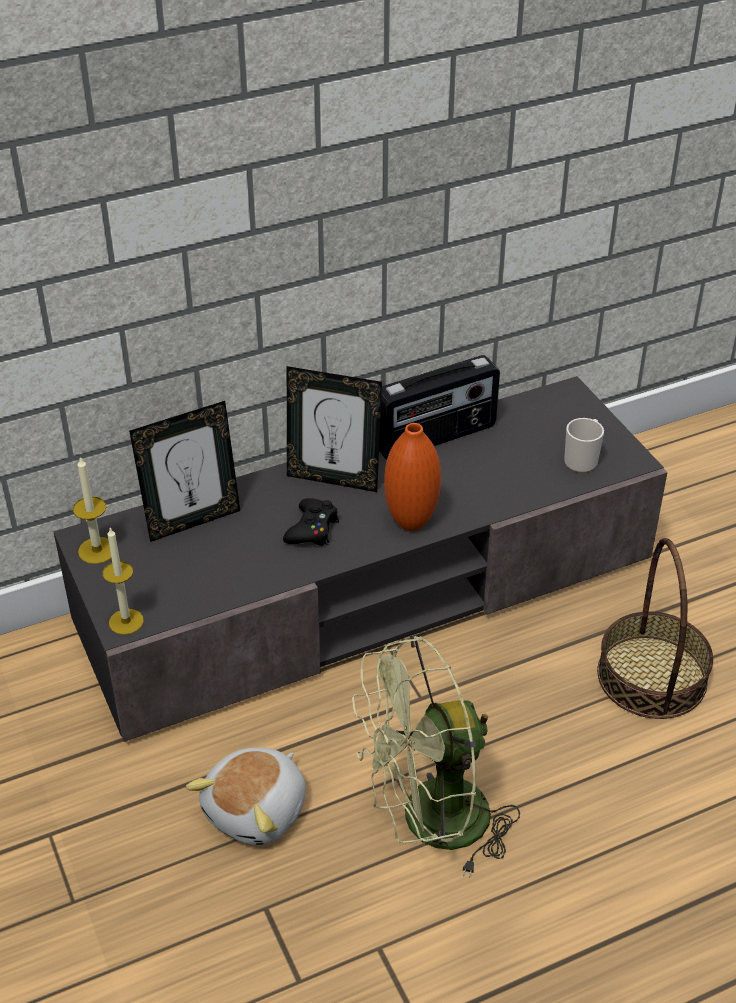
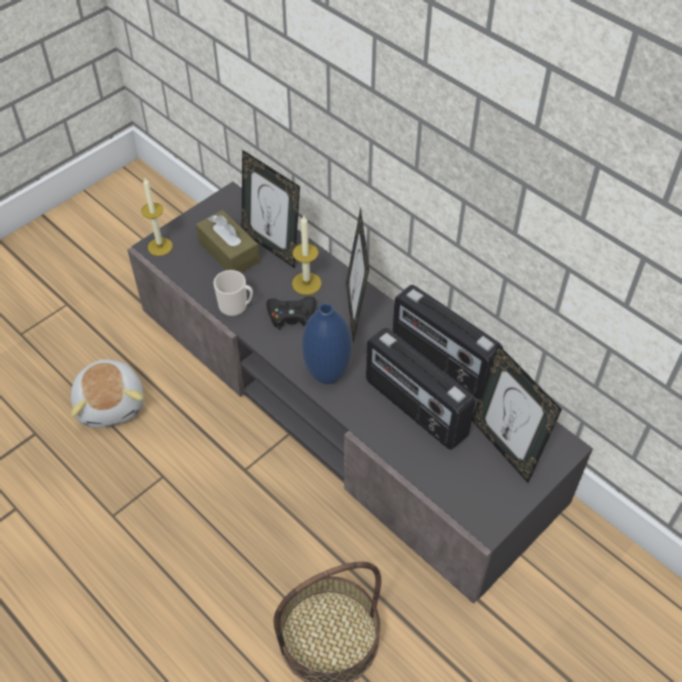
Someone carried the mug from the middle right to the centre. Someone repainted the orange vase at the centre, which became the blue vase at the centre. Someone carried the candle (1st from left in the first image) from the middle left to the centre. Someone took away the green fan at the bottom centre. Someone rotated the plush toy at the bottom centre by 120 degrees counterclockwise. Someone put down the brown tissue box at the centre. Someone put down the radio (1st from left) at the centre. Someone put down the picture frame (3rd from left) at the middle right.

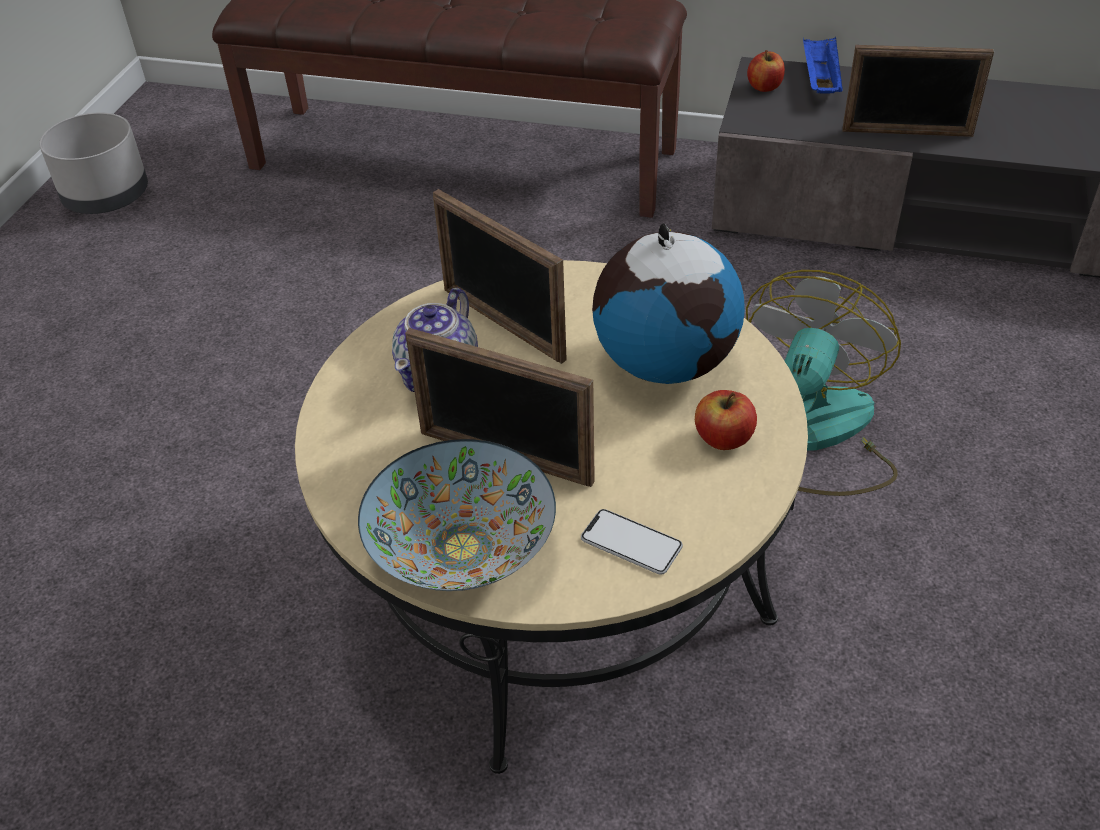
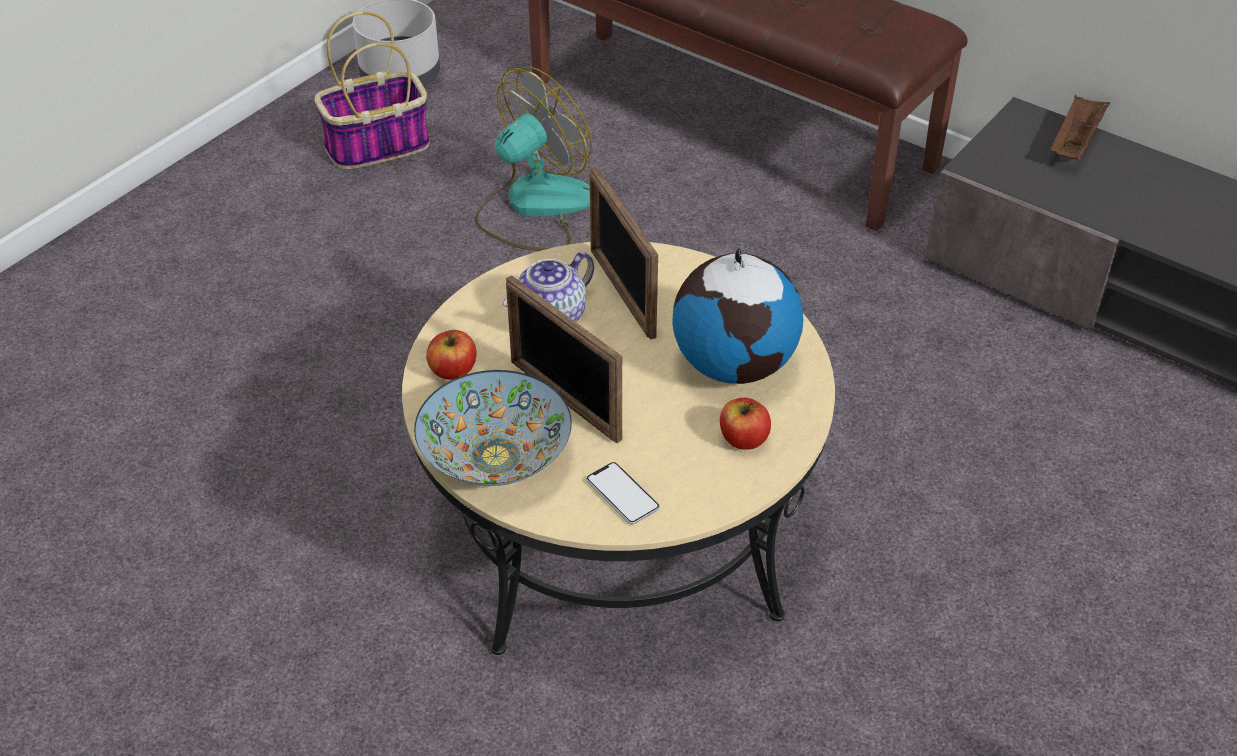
Someone repainted the blue tray at the top right, which became the brown tray at the top right. Someone took away the picture frame (3rd from left) at the top right. Someone carried the apple (2nd from left in the first image) from the top right to the centre. Someone carried the fan from the middle right to the top centre. Someone put down the basket at the top left.

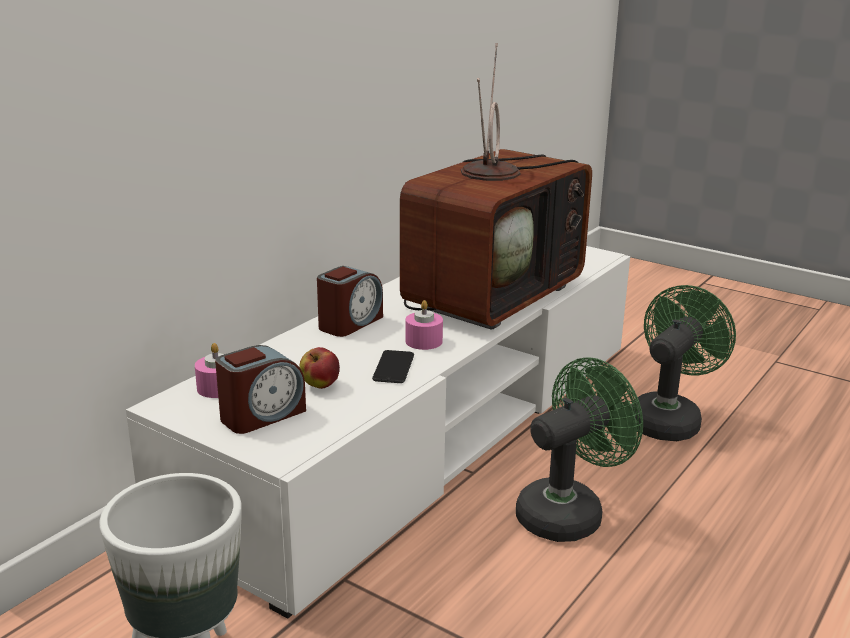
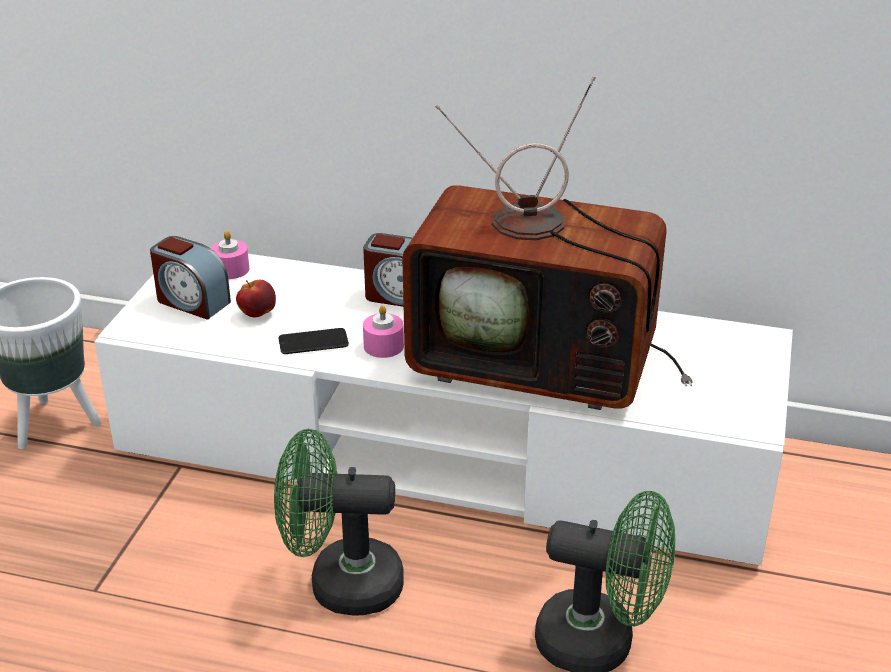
Someone rotated the green fan (1st from left) at the bottom right by 150 degrees clockwise.

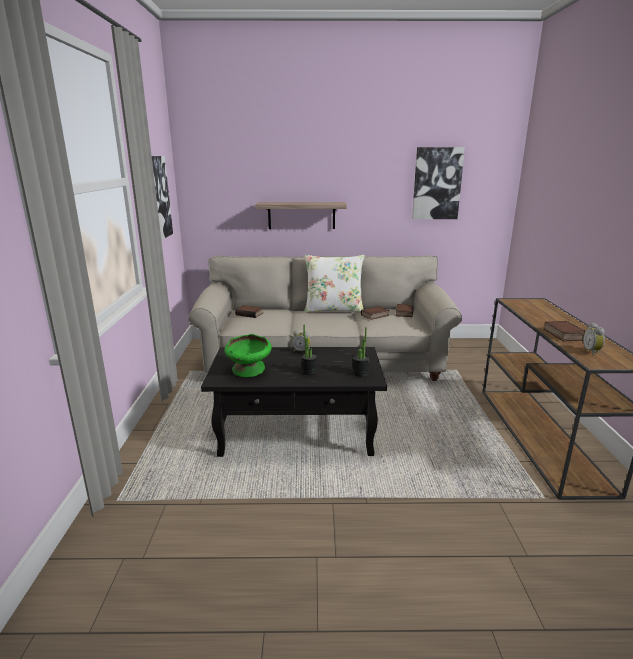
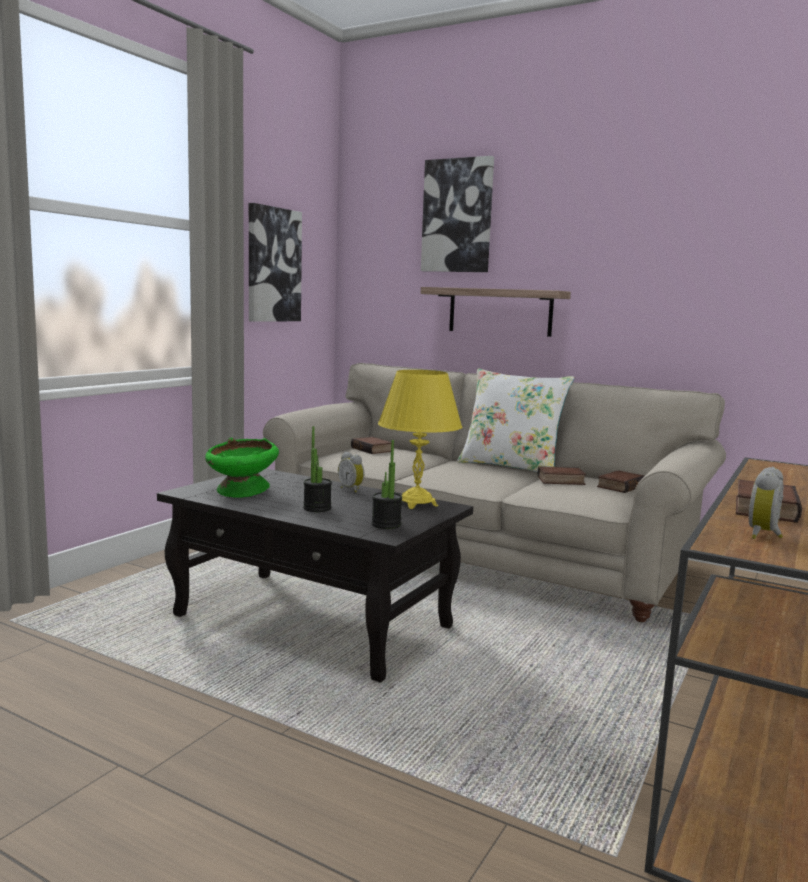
Someone carried the picture (2nd from left) from the top right to the top centre. Someone put down the yellow table lamp at the centre.

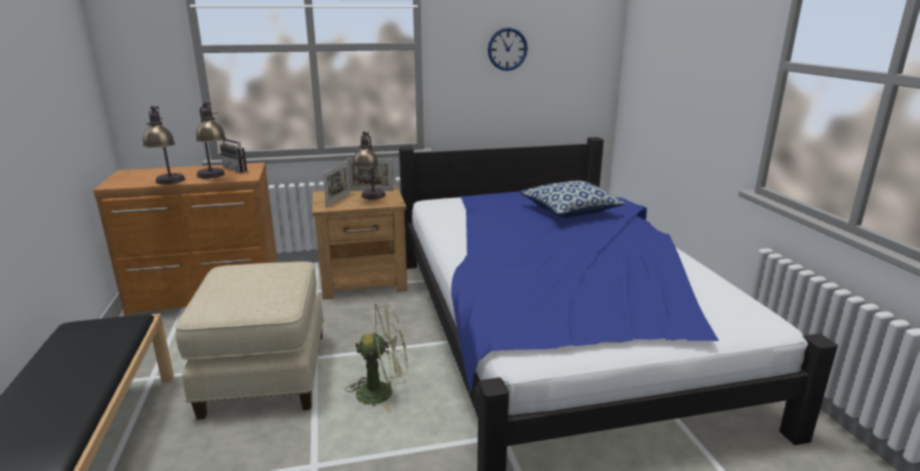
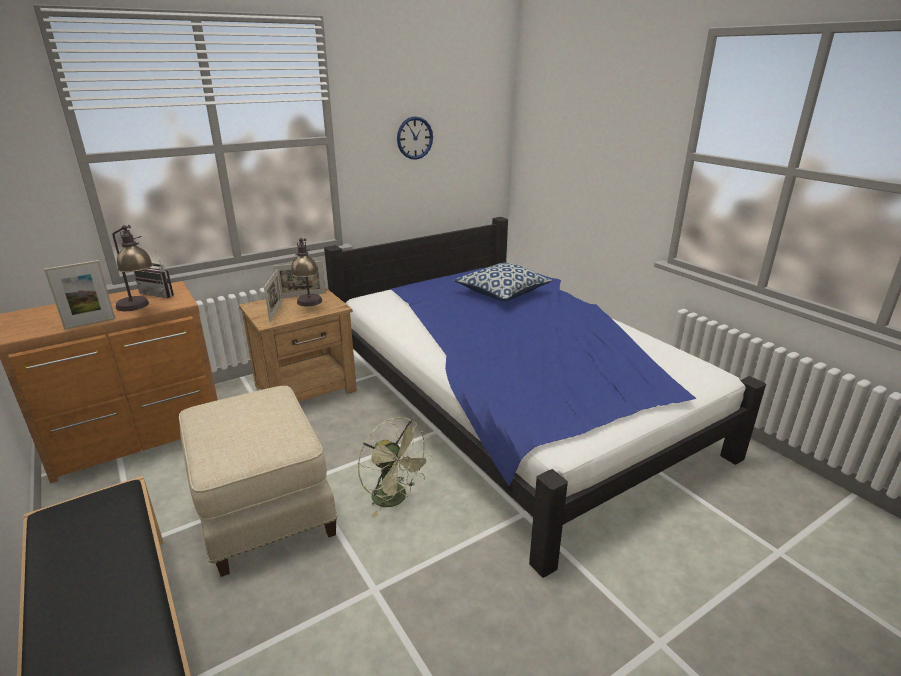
Someone swapped the table lamp (1st from left) at the top left for the picture frame (1st from left) at the middle left. Someone rotated the green fan at the bottom centre by 75 degrees clockwise.

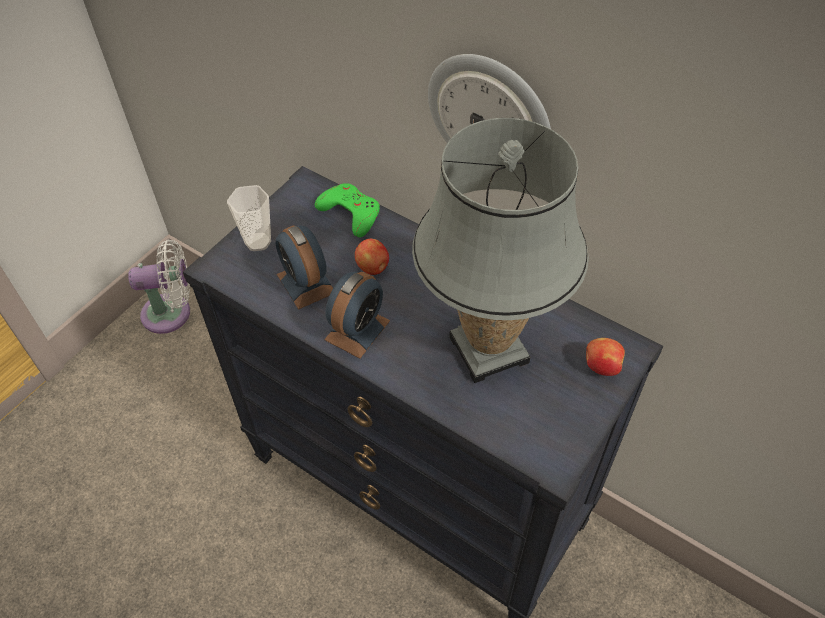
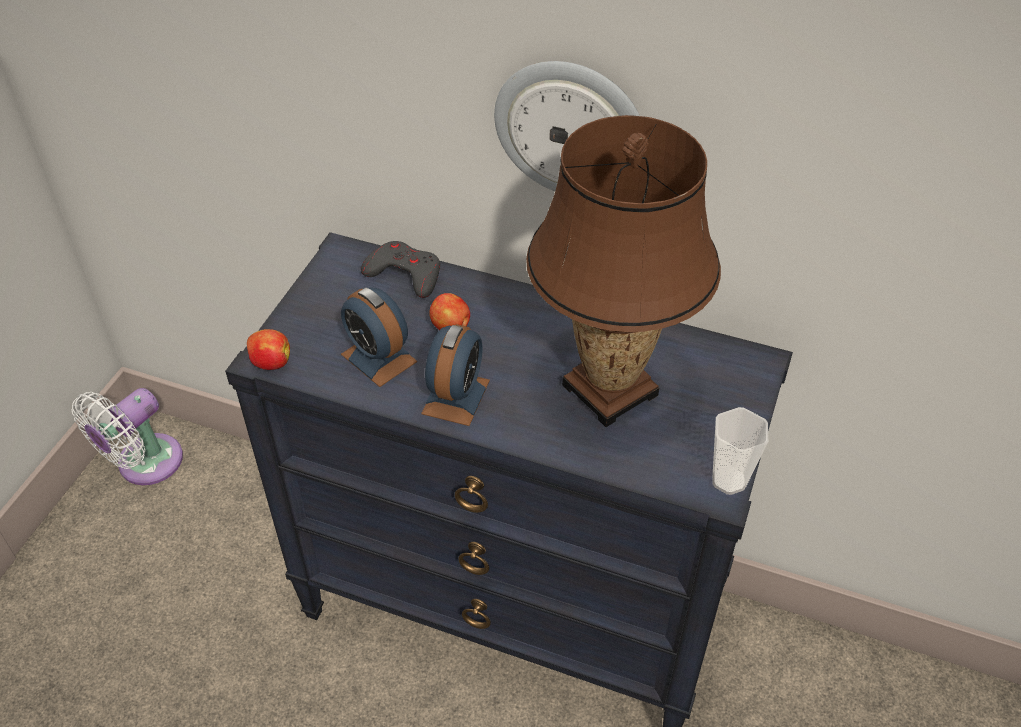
Someone repainted the grey table lamp at the centre, which became the brown table lamp at the centre. Someone repainted the green game controller at the centre, which became the grey game controller at the centre. Someone carried the cup from the middle left to the middle right. Someone rotated the white fan at the middle left by 150 degrees clockwise. Someone carried the apple (2nd from left in the first image) from the middle right to the middle left.

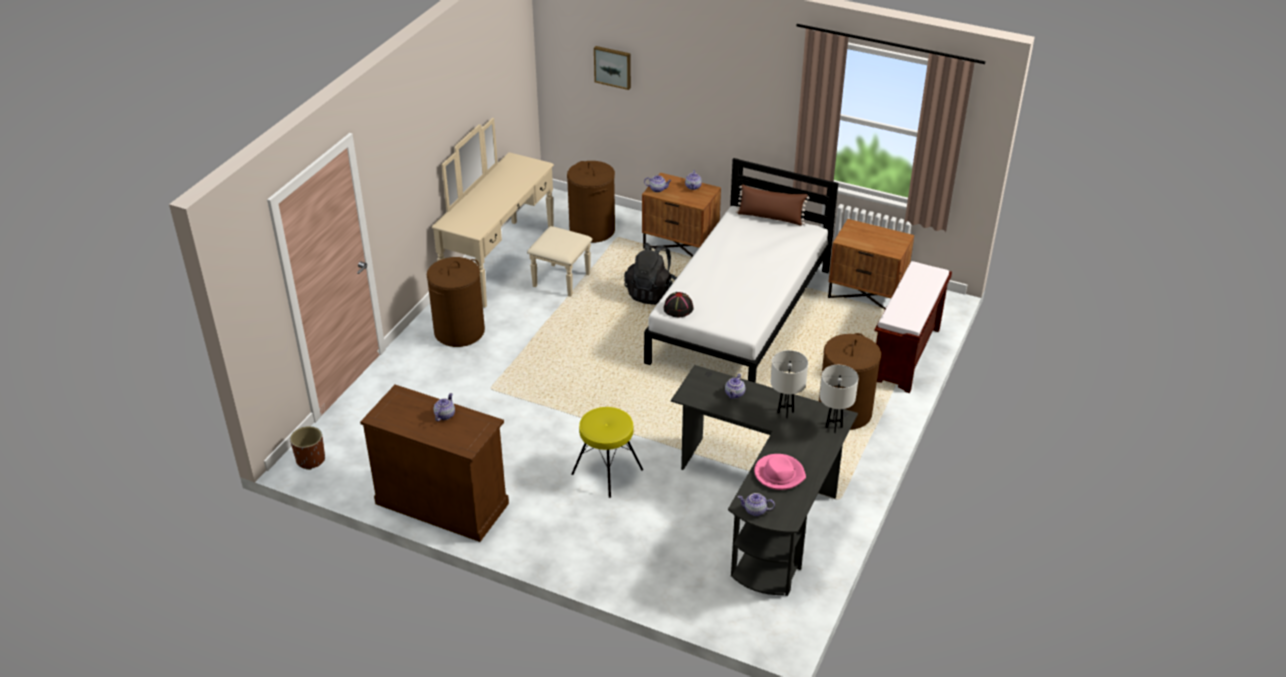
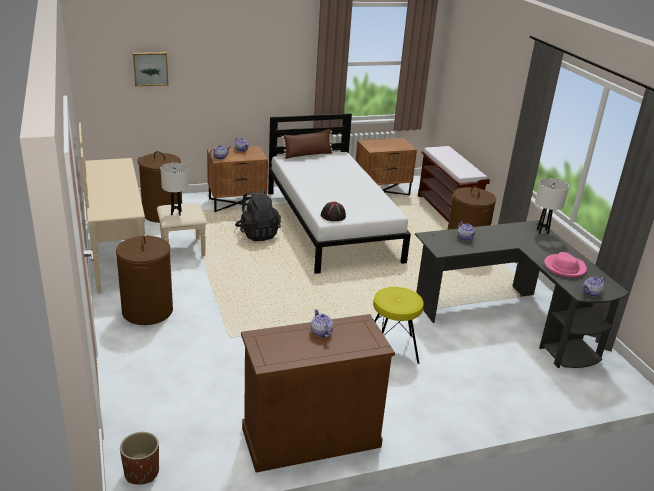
Someone carried the white table lamp (1st from left) from the centre to the middle left.

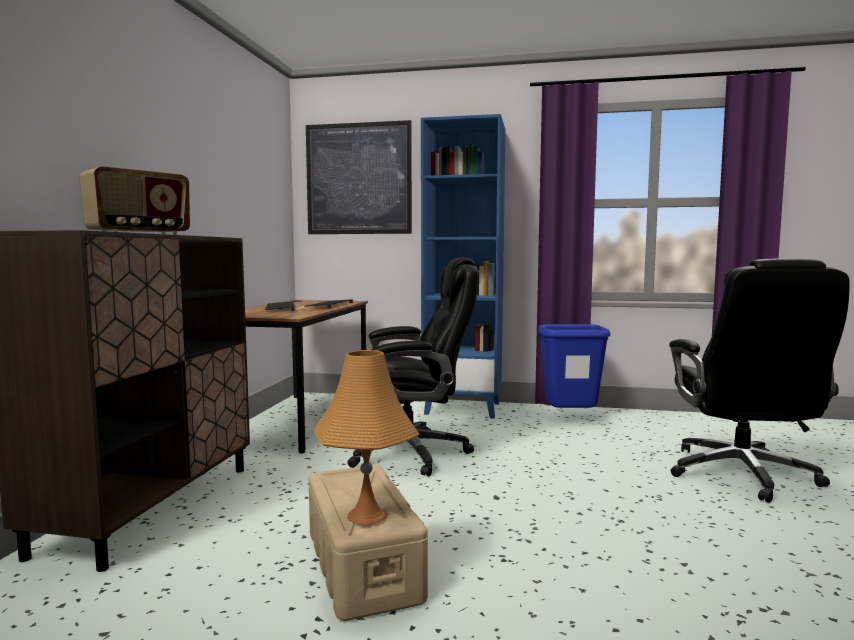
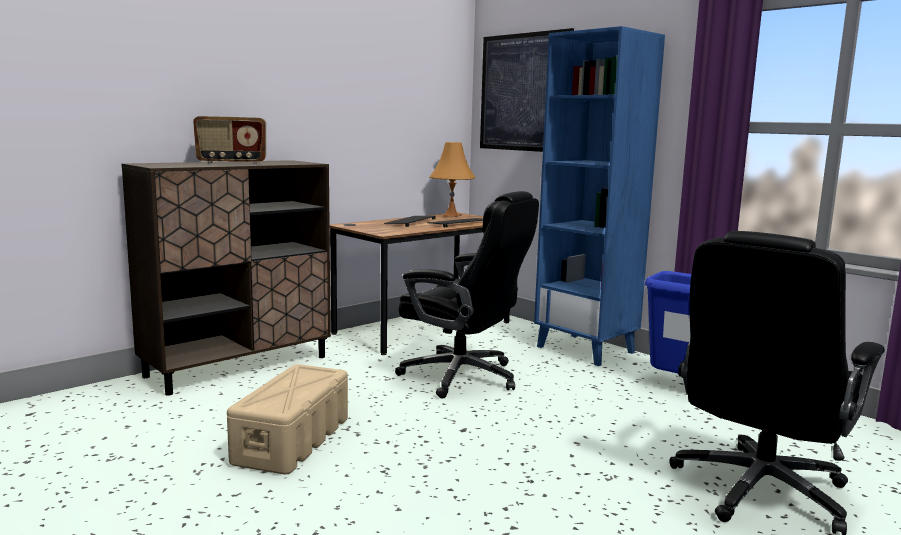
Someone carried the orange table lamp from the bottom centre to the centre.

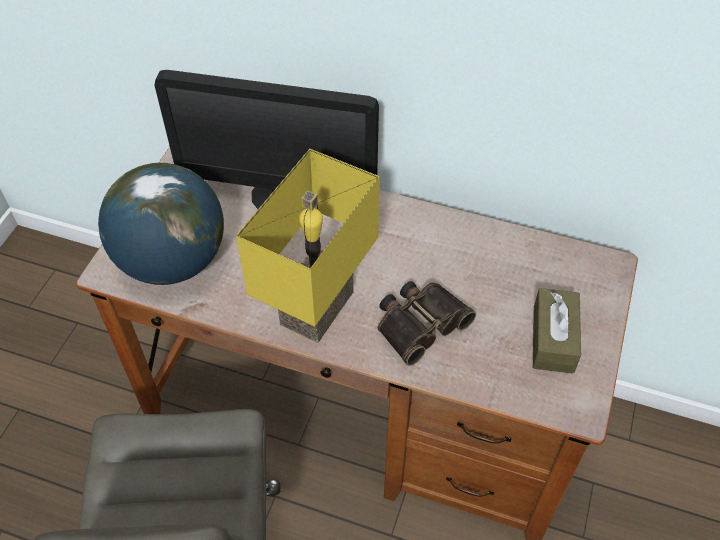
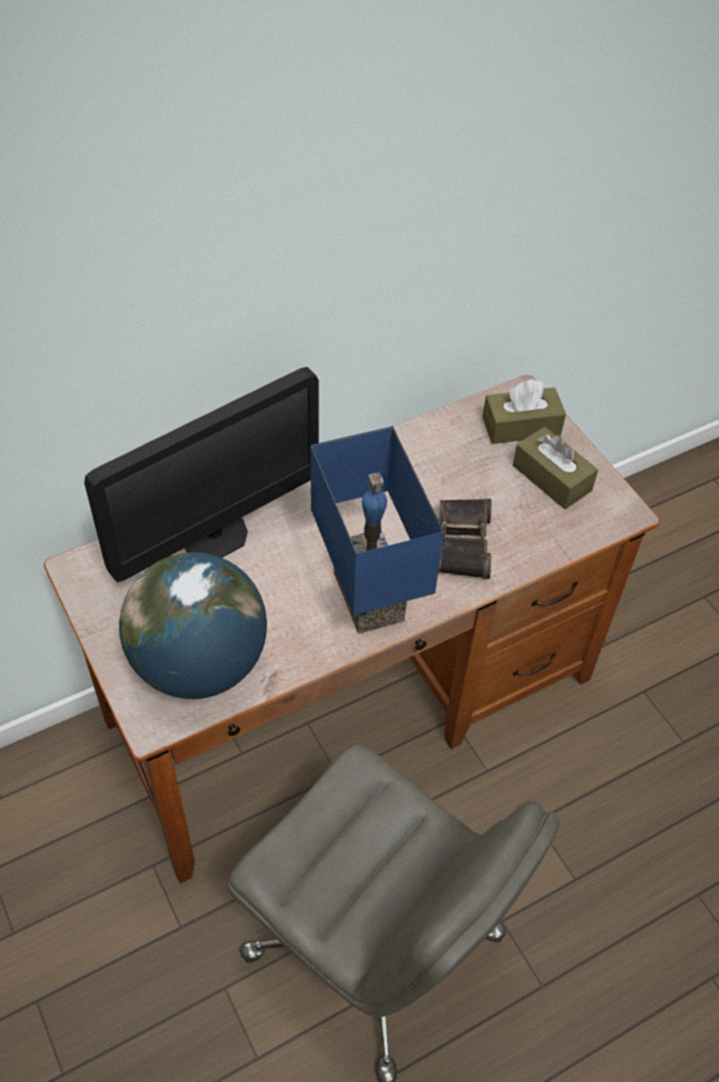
Someone repainted the yellow table lamp at the centre, which became the blue table lamp at the centre. Someone put down the brown tissue box (1st from left) at the middle right.

